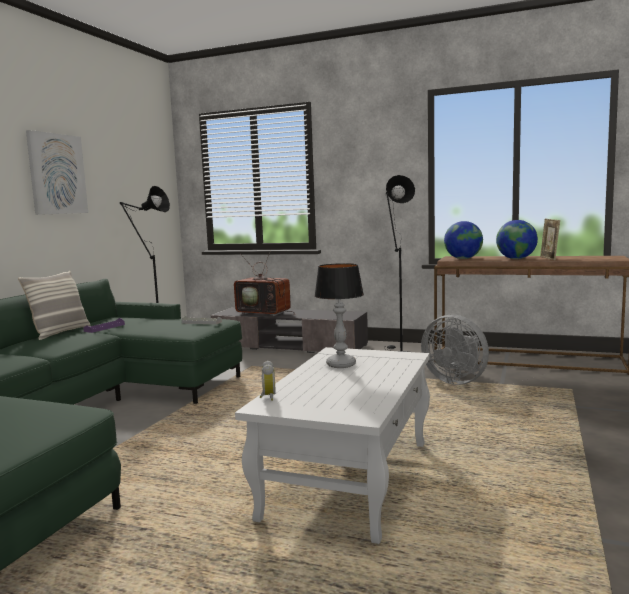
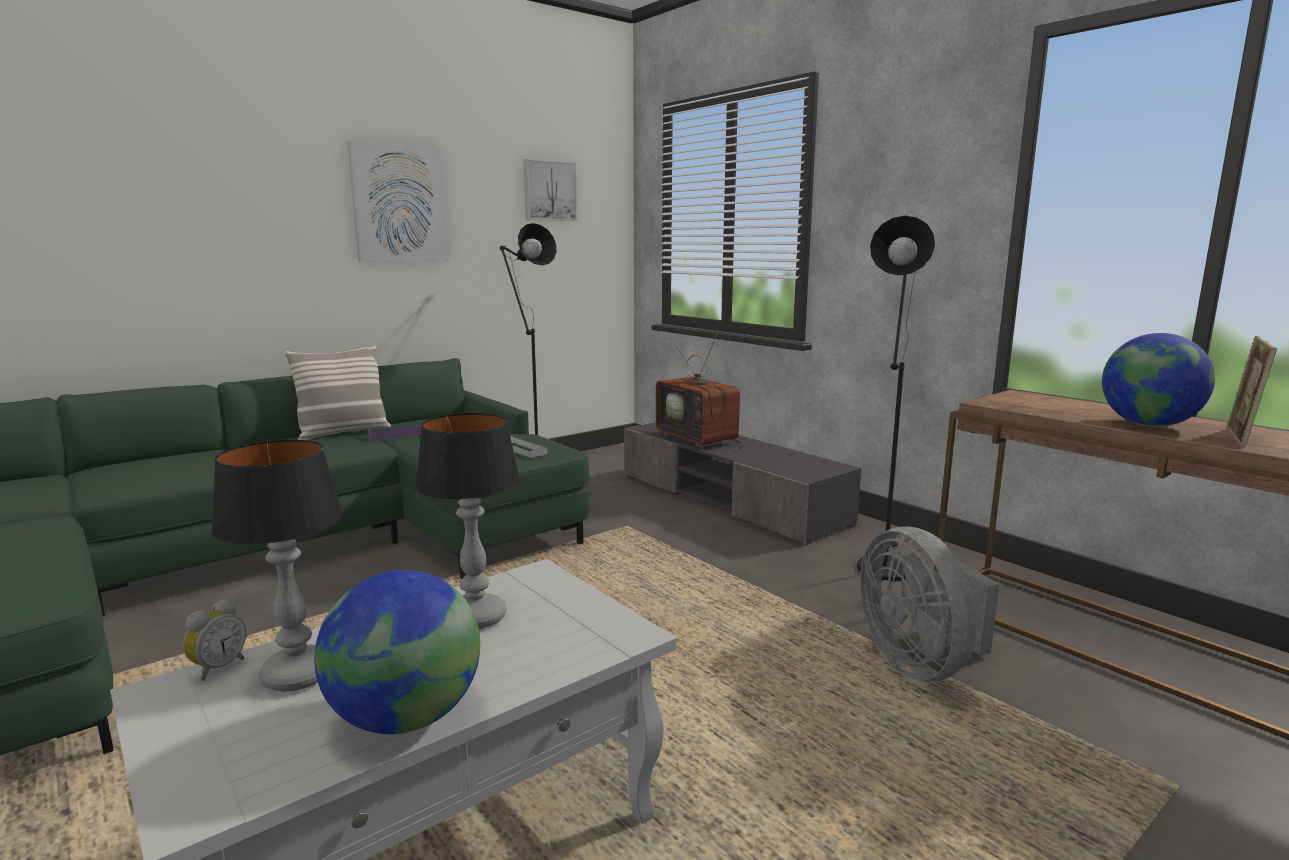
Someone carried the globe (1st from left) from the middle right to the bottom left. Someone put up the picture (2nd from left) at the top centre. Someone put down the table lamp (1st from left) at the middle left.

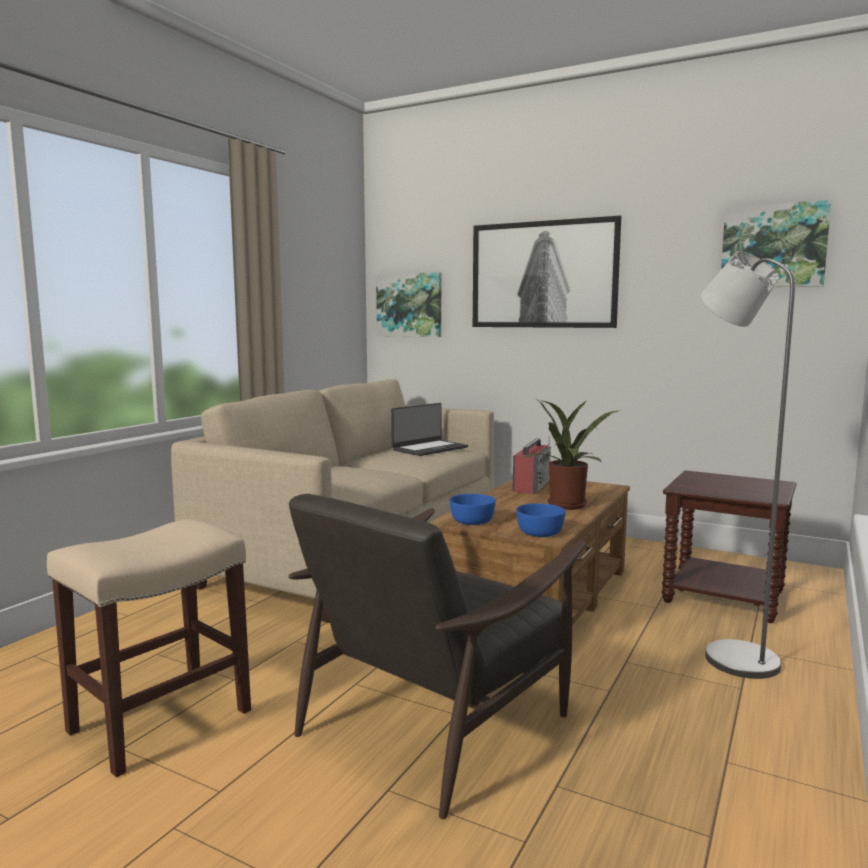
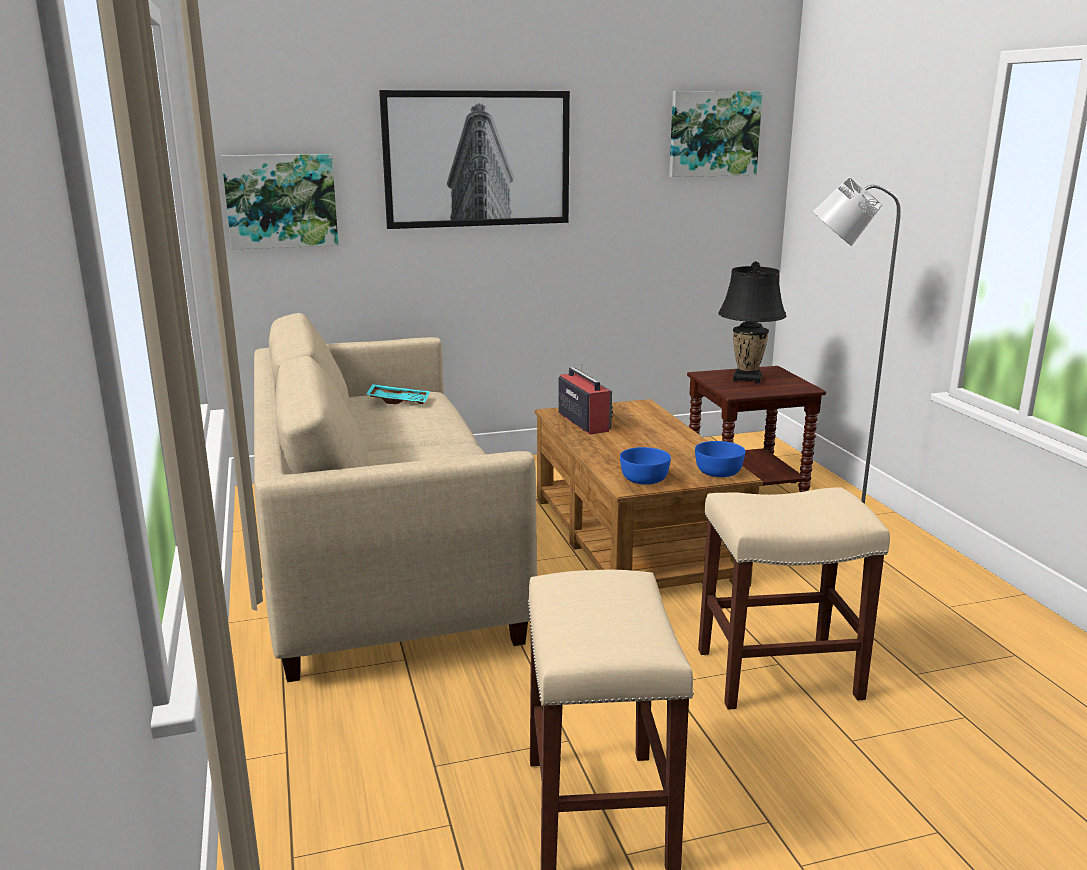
Someone took away the potted plant at the centre. Someone swapped the laptop at the centre for the turquoise tray at the centre. Someone swapped the brown armchair at the bottom centre for the beige stool (2nd from left) at the bottom right. Someone put down the black table lamp at the middle right.

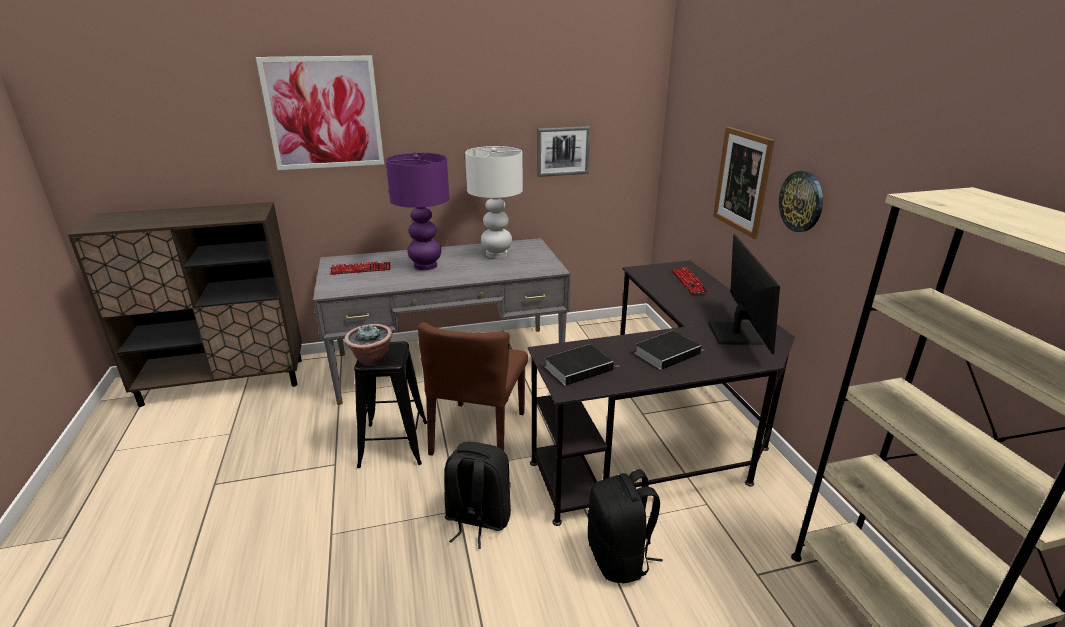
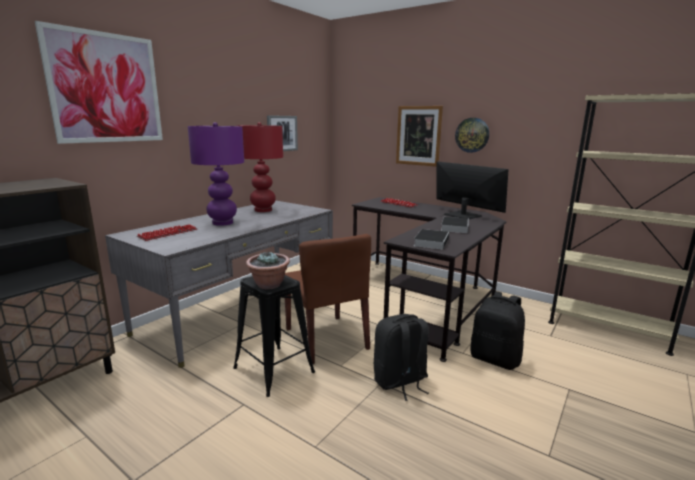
Someone repainted the white table lamp at the top centre, which became the red table lamp at the centre.

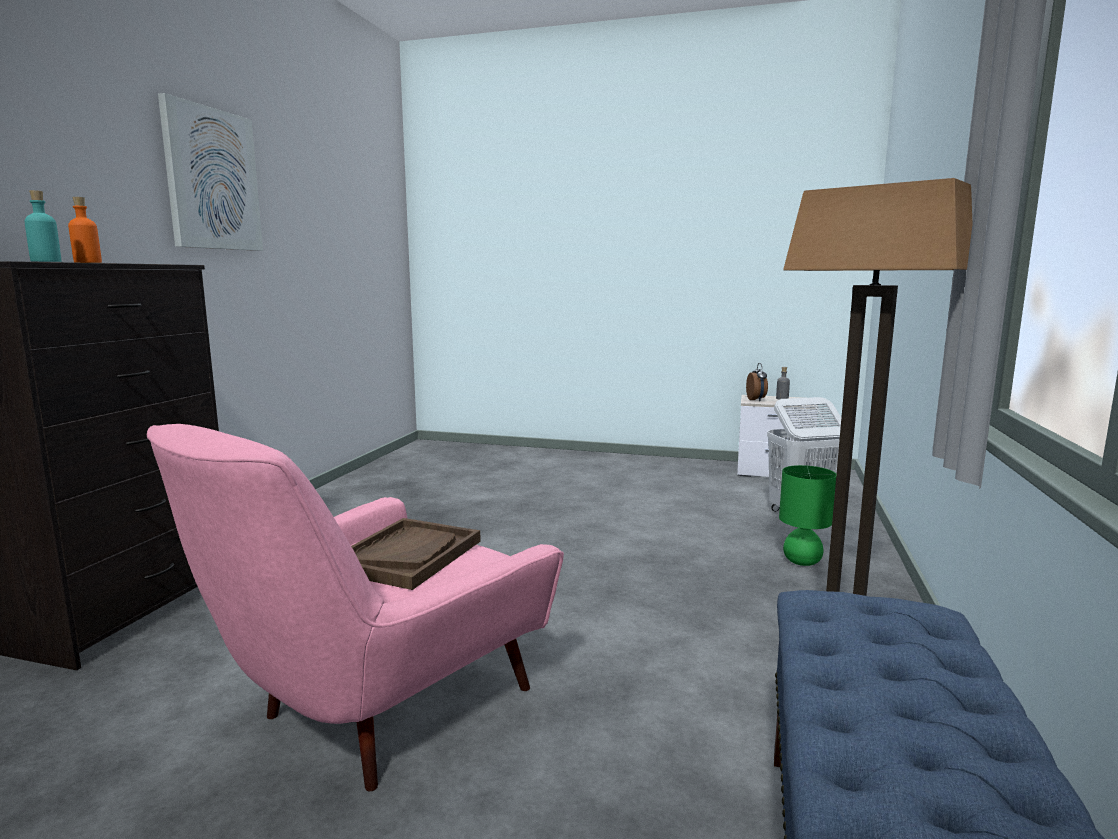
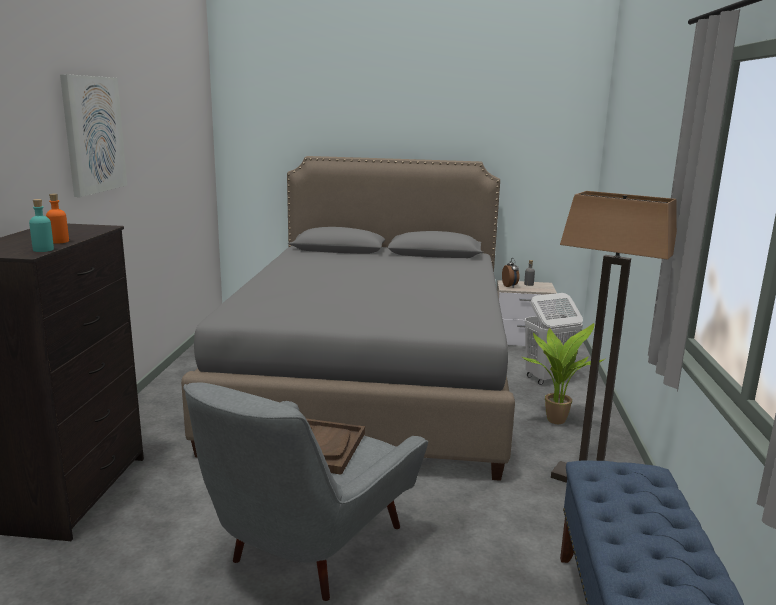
Someone repainted the pink armchair at the bottom left, which became the grey armchair at the bottom centre. Someone swapped the green table lamp at the middle right for the potted plant at the middle right. Someone put down the grey bed at the centre.

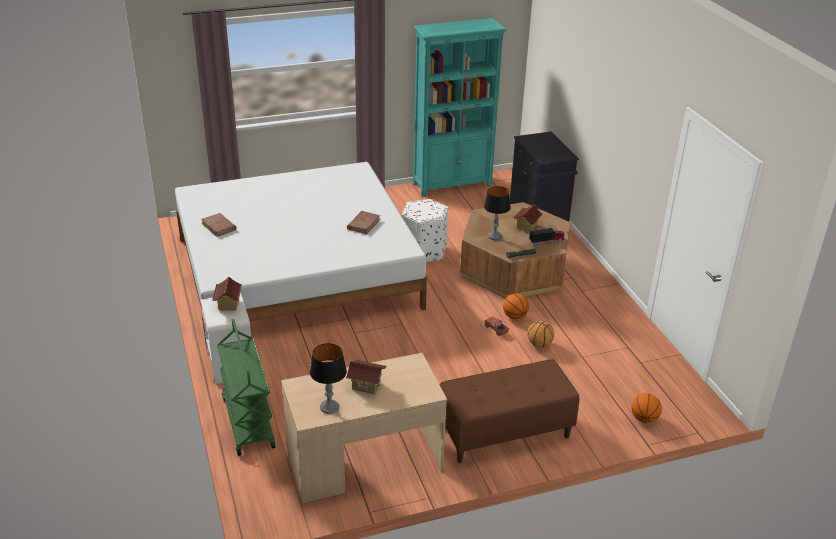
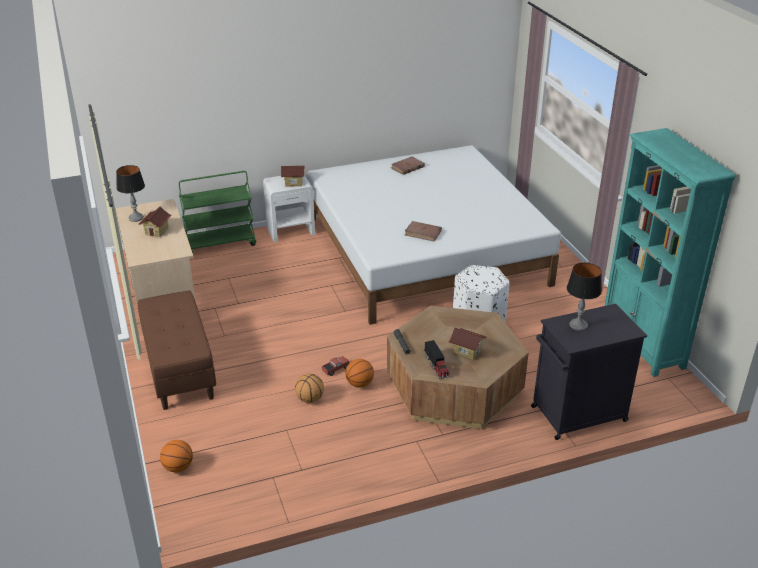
Someone carried the table lamp (2nd from left) from the centre to the middle right.

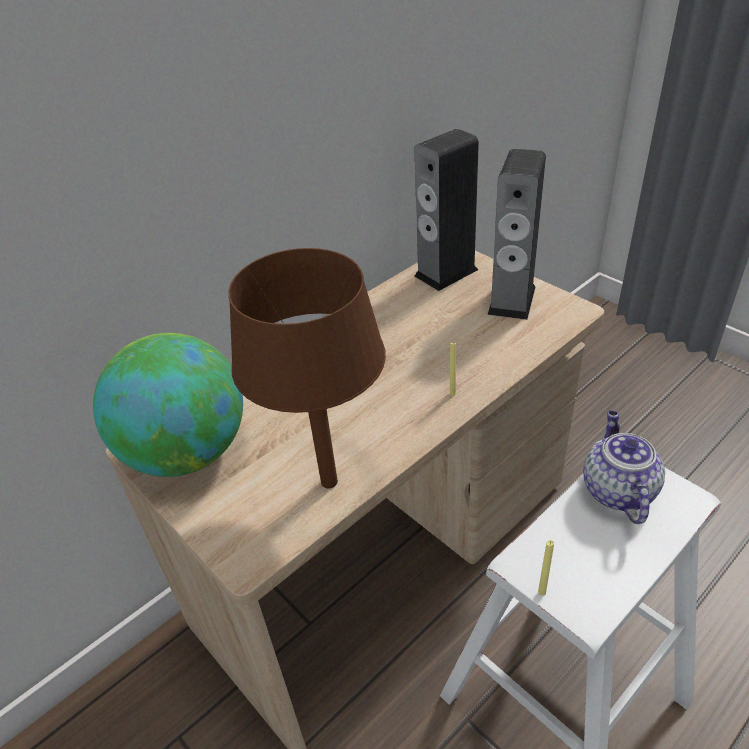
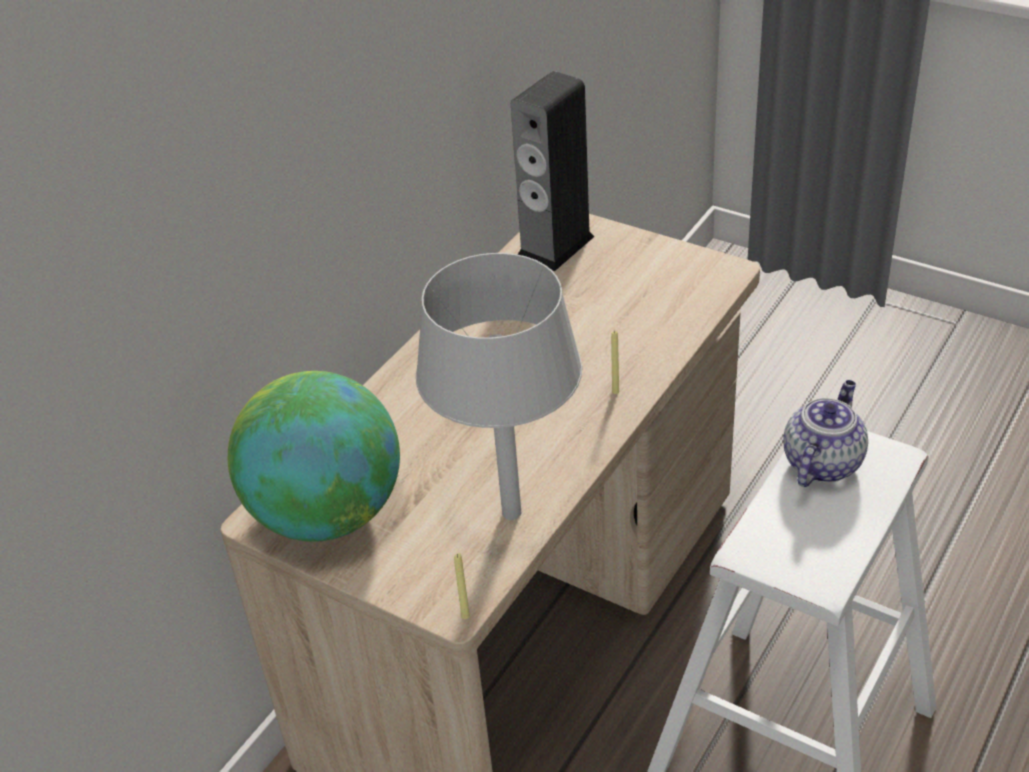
Someone took away the speaker (2nd from left) at the top right. Someone repainted the brown table lamp at the centre, which became the grey table lamp at the centre. Someone rotated the teapot at the middle right by 45 degrees clockwise. Someone carried the yellow candle (2nd from left in the first image) from the bottom right to the bottom centre.

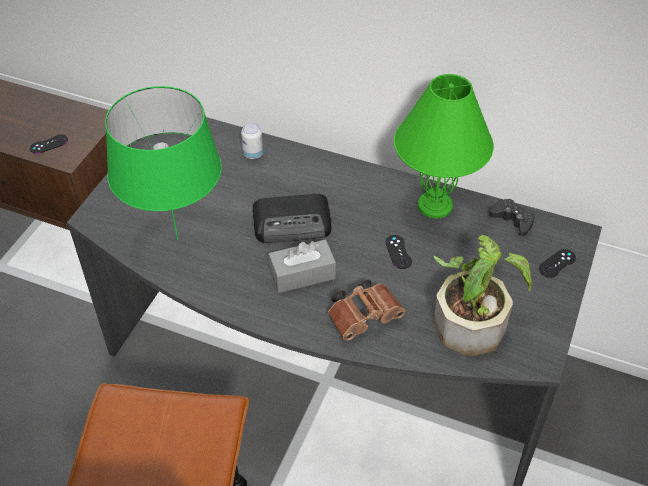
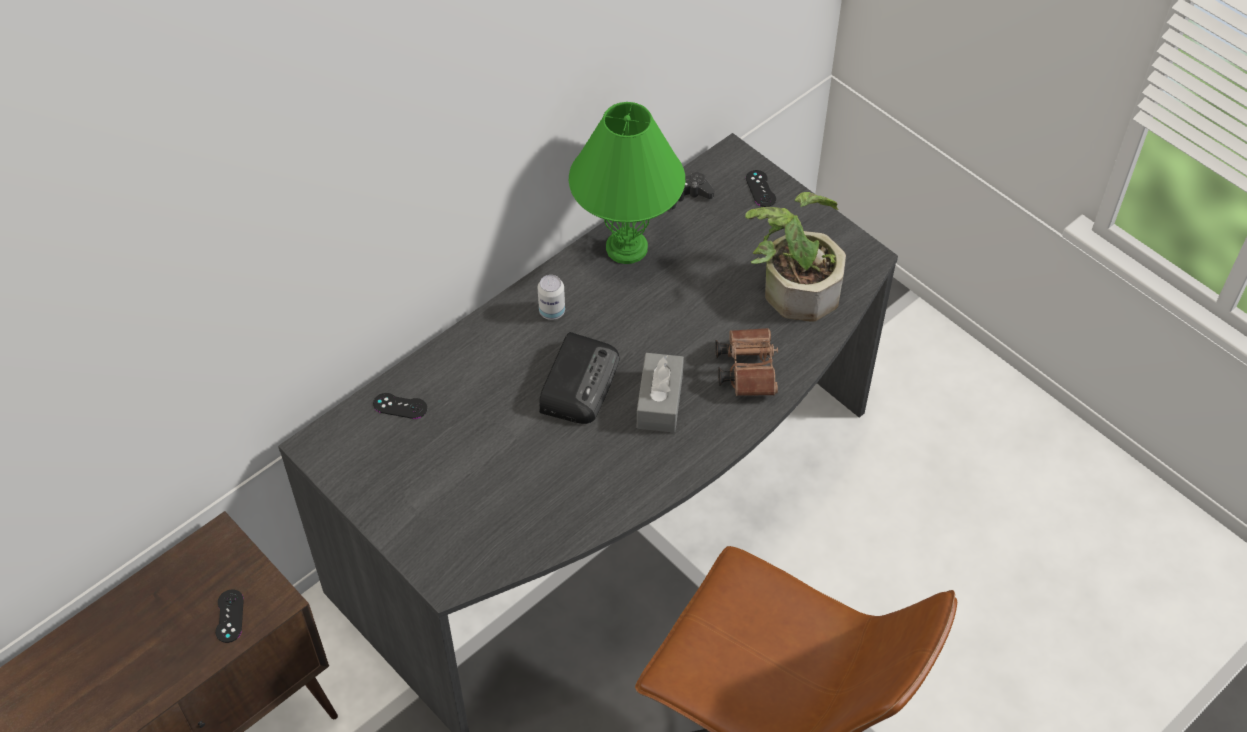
Someone took away the green table lamp (1st from left) at the middle left. Someone carried the can from the top centre to the centre. Someone carried the black game controller (2nd from left) from the centre to the middle left.

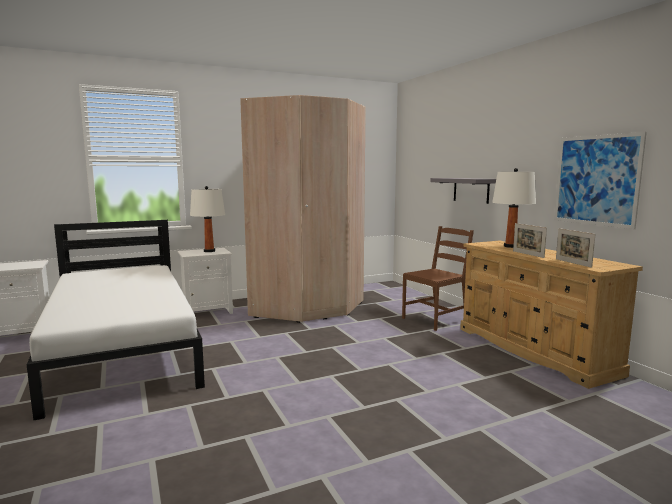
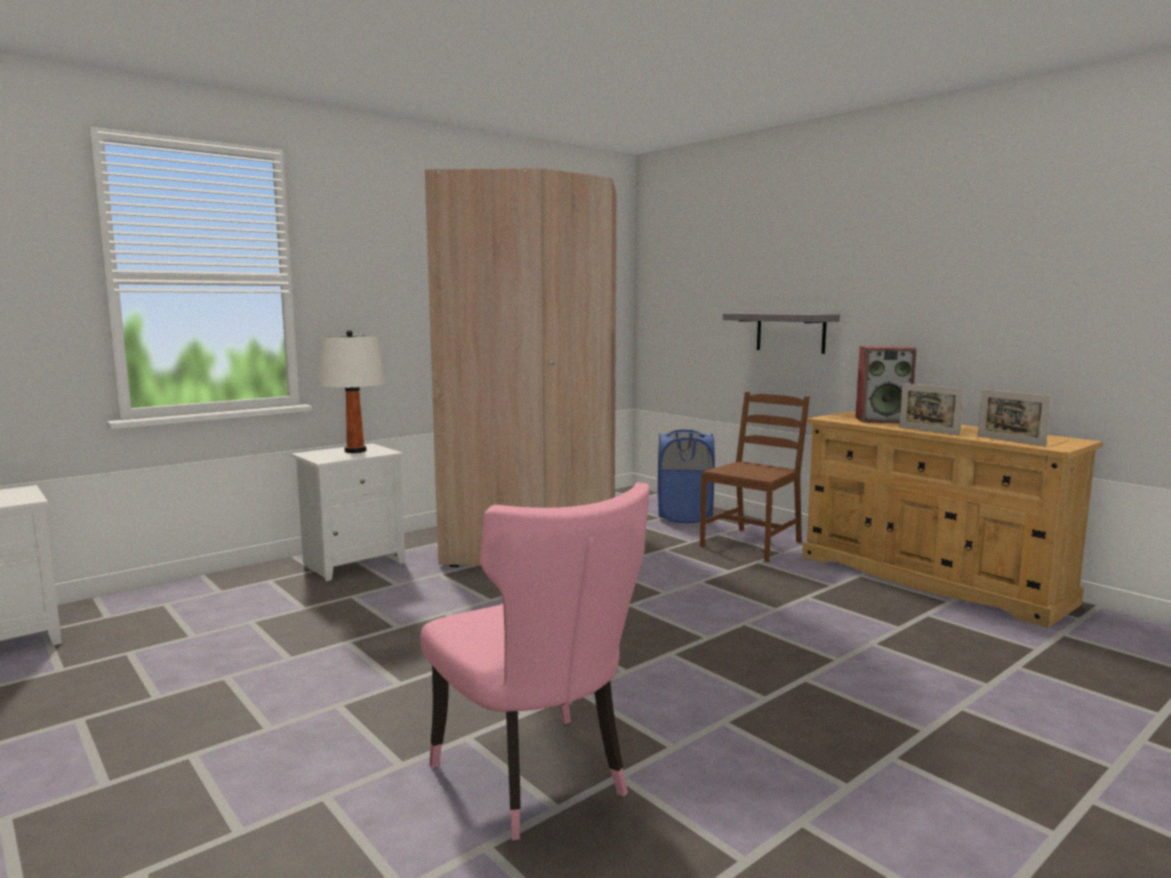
Someone took away the picture at the middle right. Someone swapped the white table lamp (2nd from left) at the middle right for the speaker at the middle right. Someone took away the white bed at the middle left. Someone put down the blue laundry basket at the centre. Someone put down the pink chair at the bottom centre.

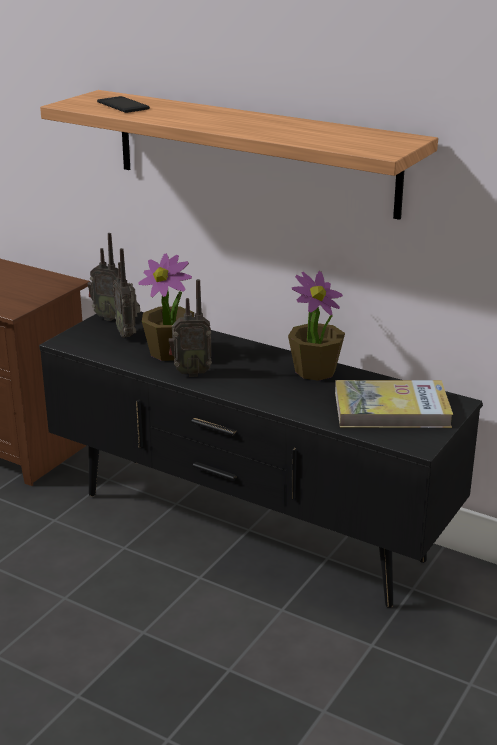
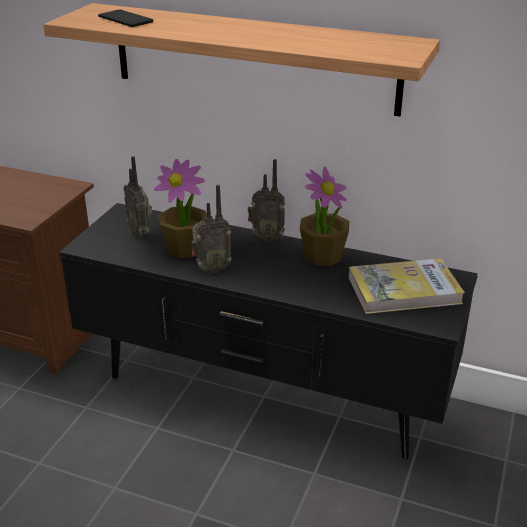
Someone carried the radio (1st from left in the first image) from the middle left to the centre.

